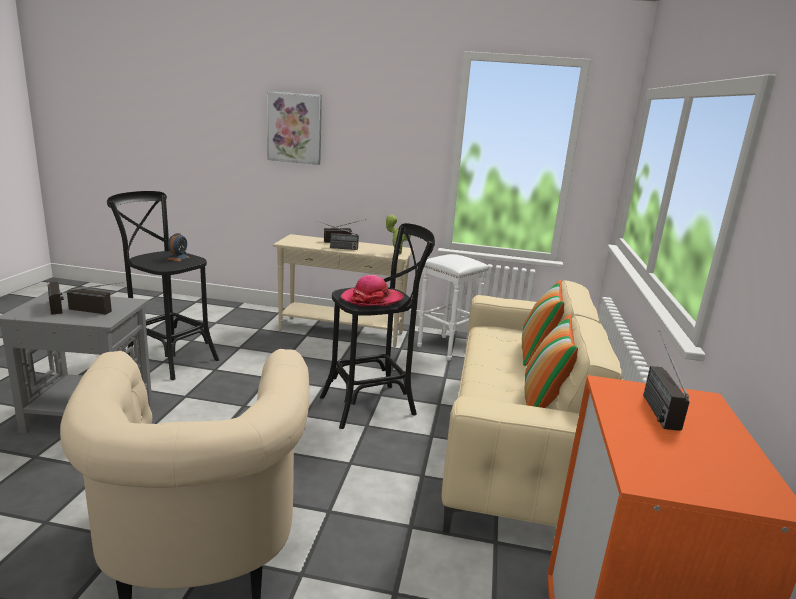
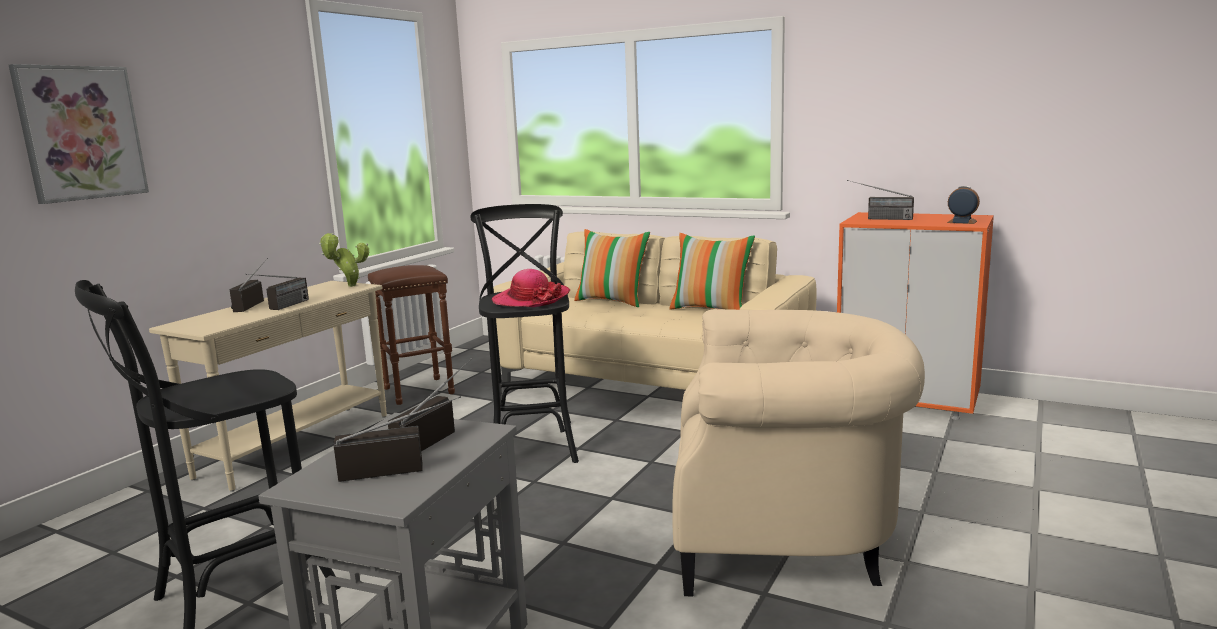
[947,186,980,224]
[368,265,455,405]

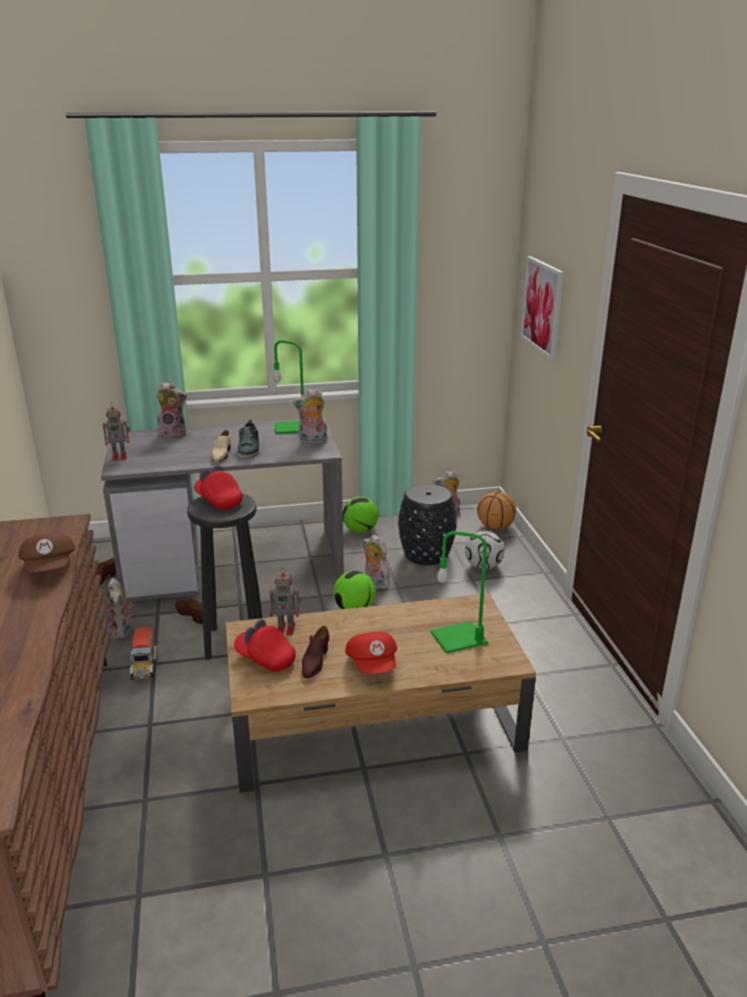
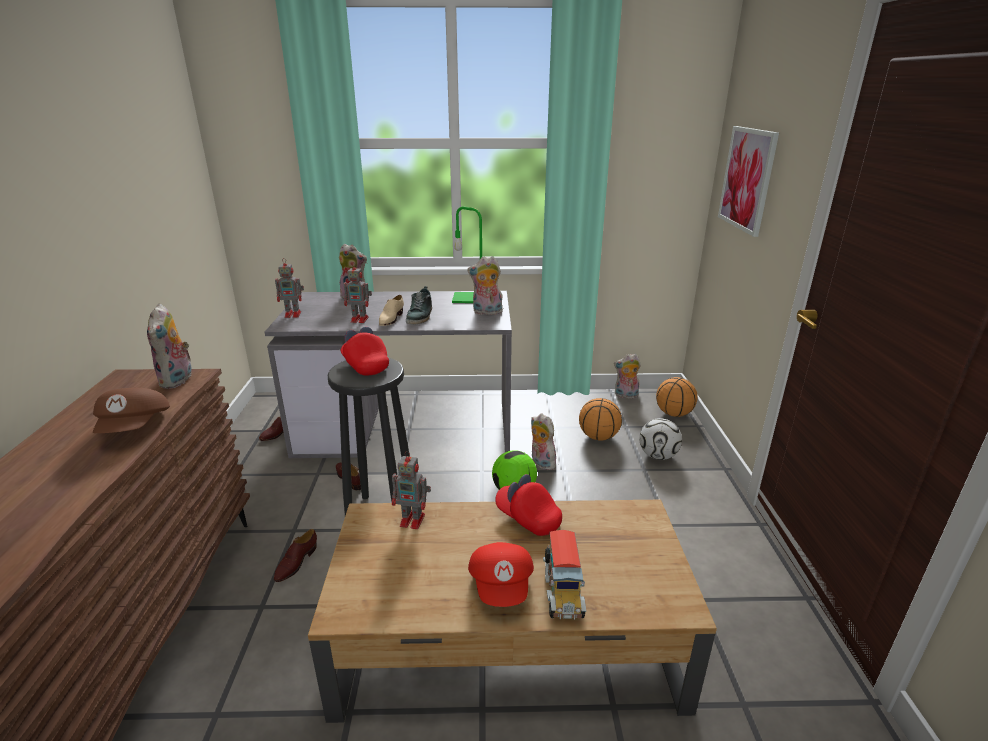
[147,304,192,389]
[543,530,587,620]
[495,474,562,536]
[274,529,317,582]
[343,497,379,533] (first image)
[579,398,622,441]
[431,531,488,653] (first image)
[344,264,372,323]

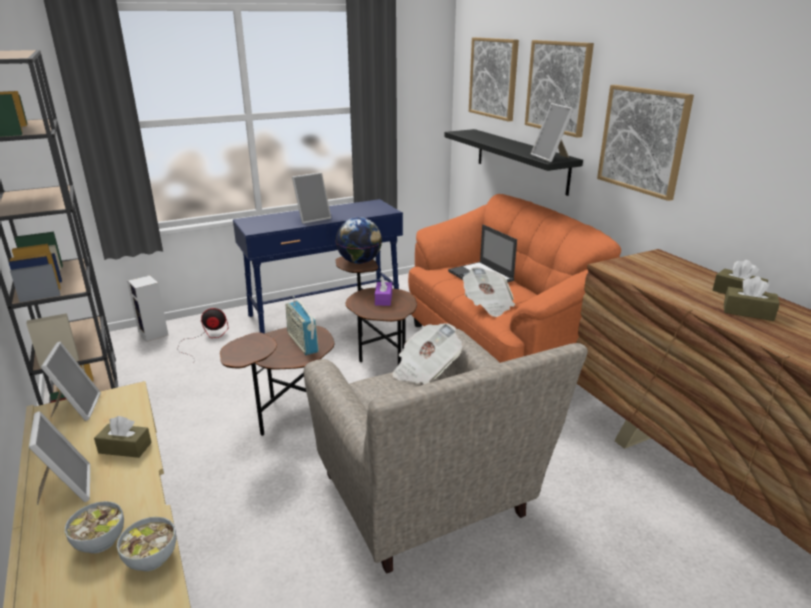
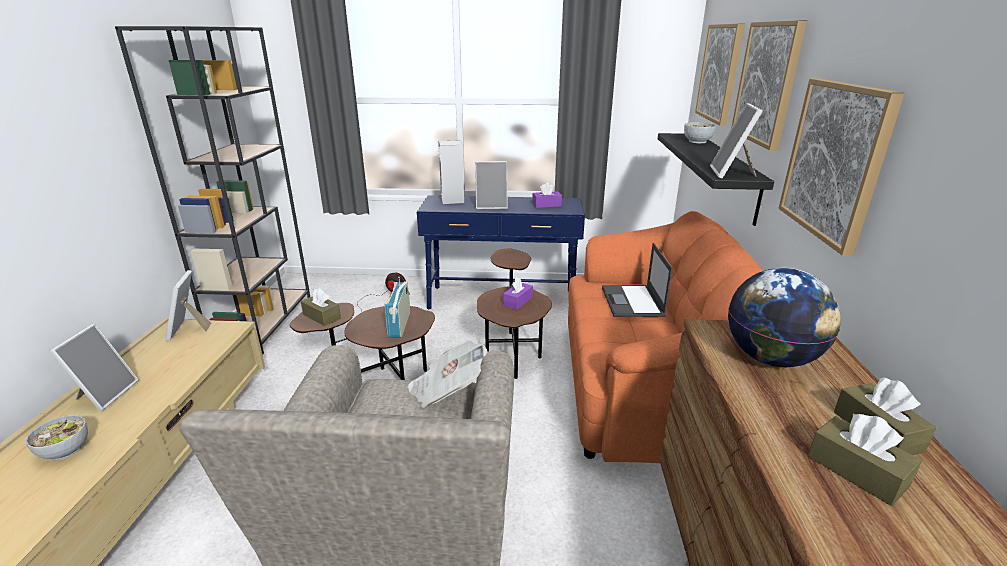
[165,270,211,341]
[301,288,341,326]
[684,122,716,143]
[438,140,464,204]
[728,268,841,367]
[463,267,515,317] (first image)
[532,182,562,208]

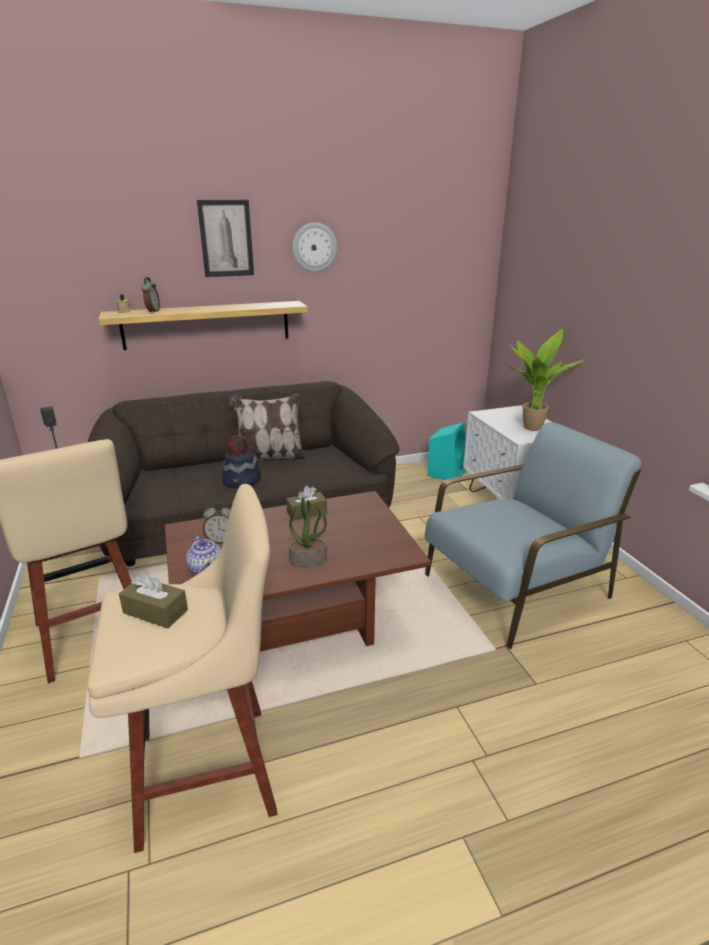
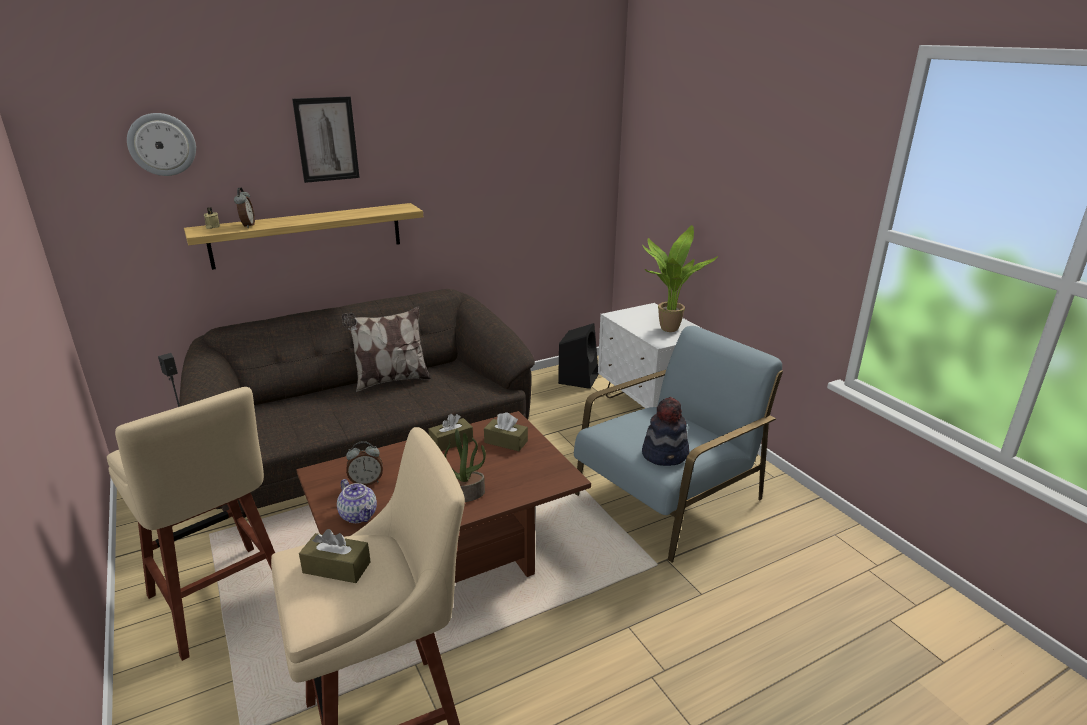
[642,397,689,466]
[127,113,196,176]
[558,323,599,389]
[484,412,528,451]

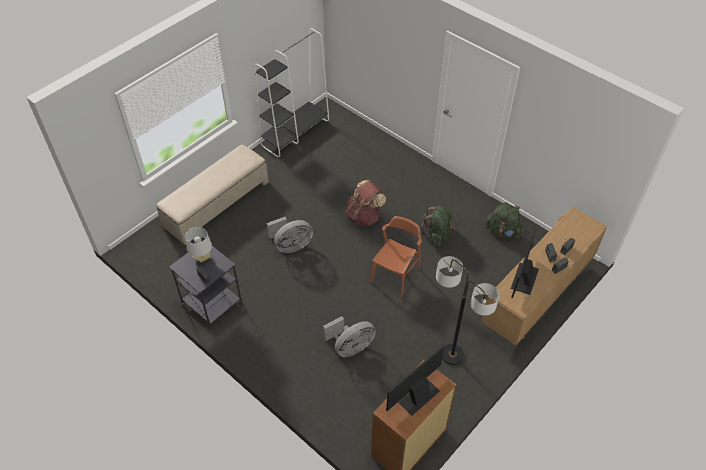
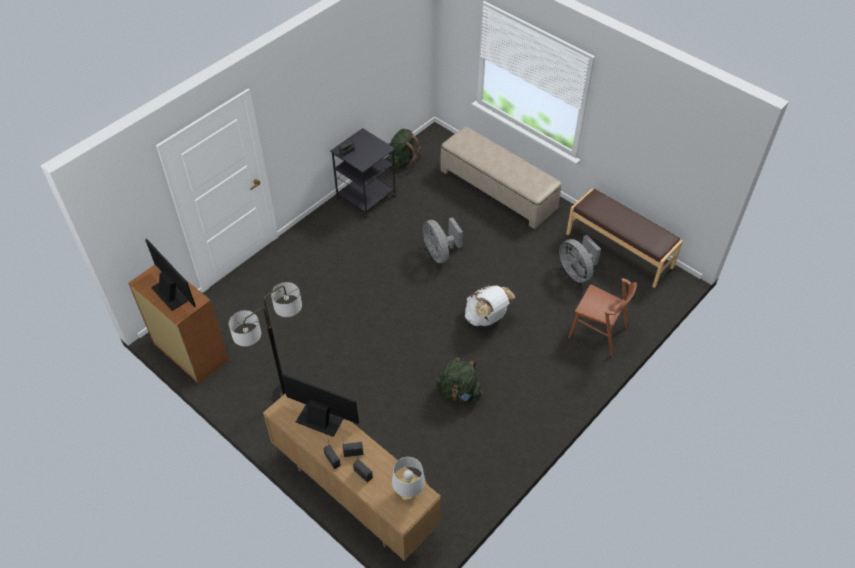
[392,457,425,500]
[566,189,683,288]
[559,235,601,283]
[465,285,515,326]
[568,278,637,356]
[388,129,422,169]

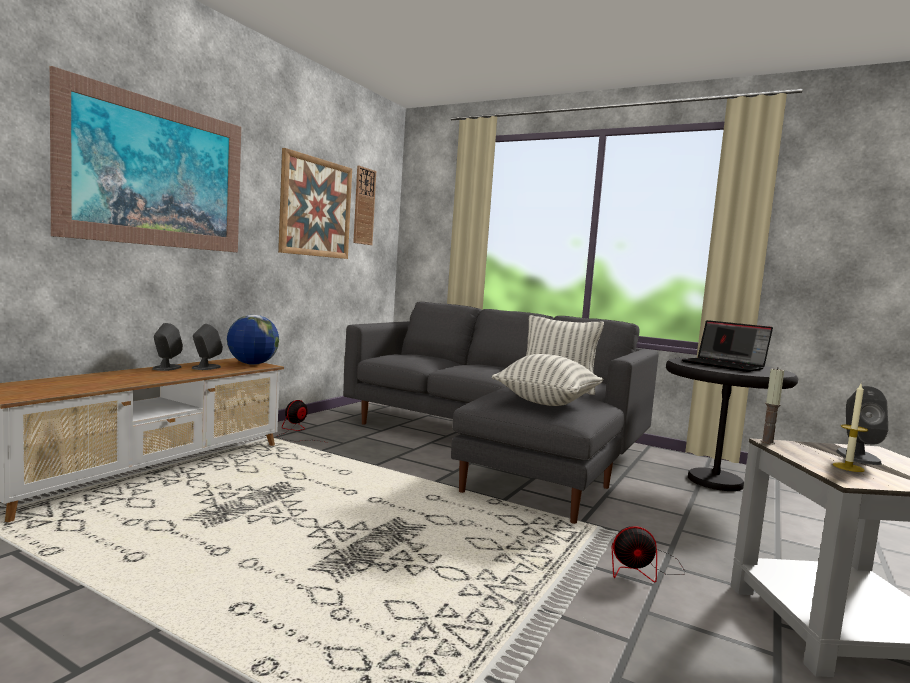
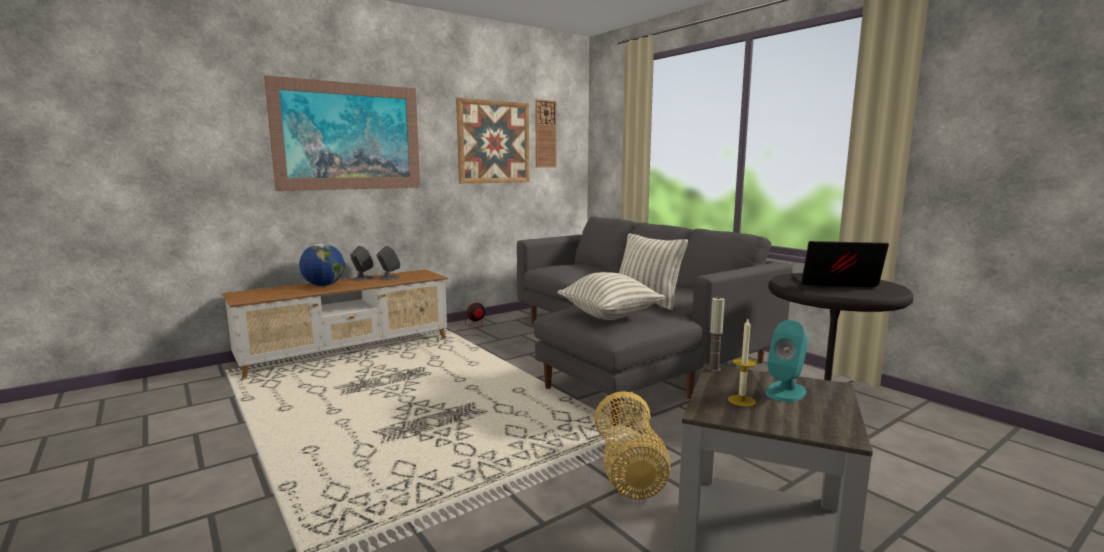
[299,244,345,286]
[594,391,671,500]
[791,241,889,287]
[765,320,808,402]

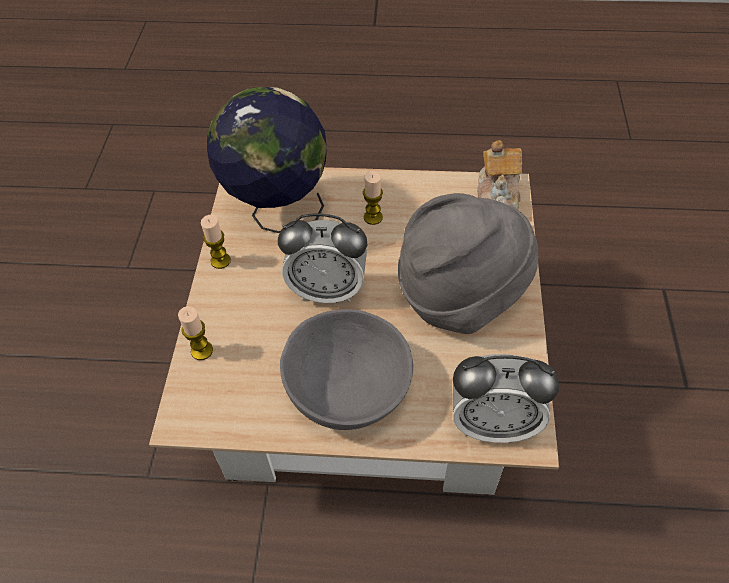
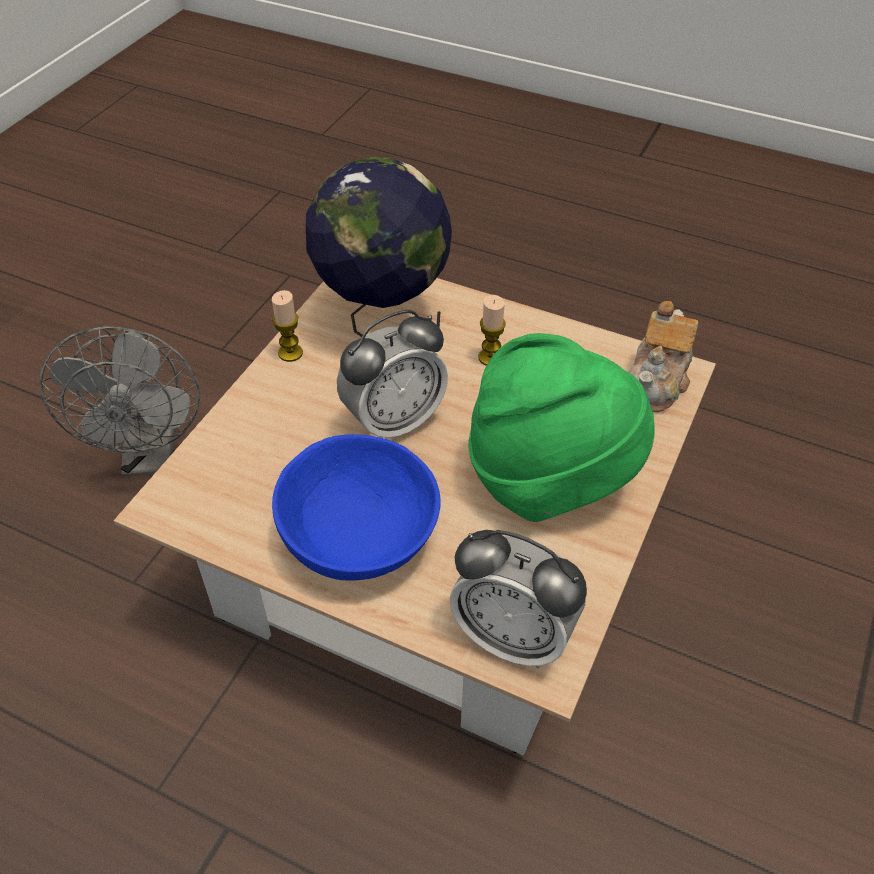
[178,306,213,360] (first image)
[337,310,448,438]
[272,434,441,581]
[468,333,655,522]
[40,326,200,477]

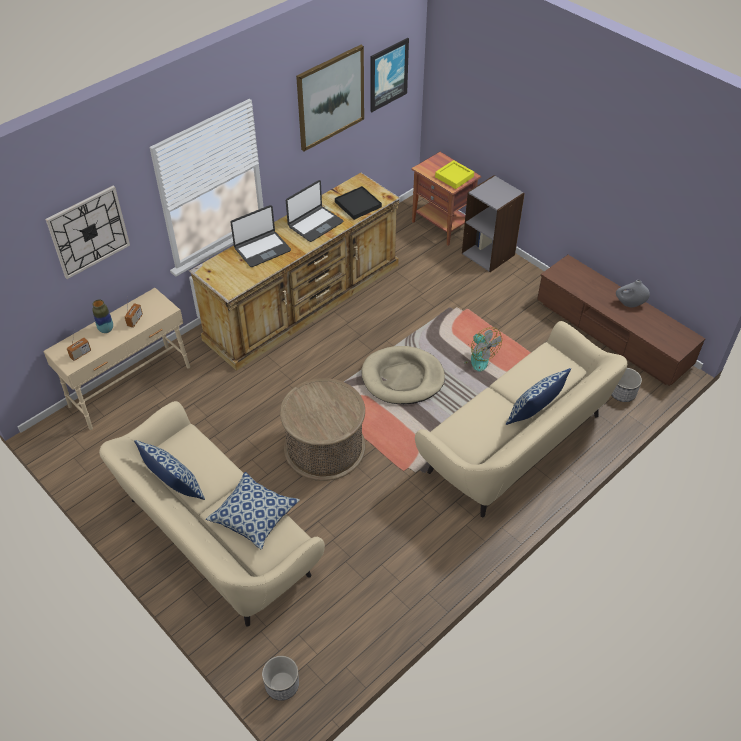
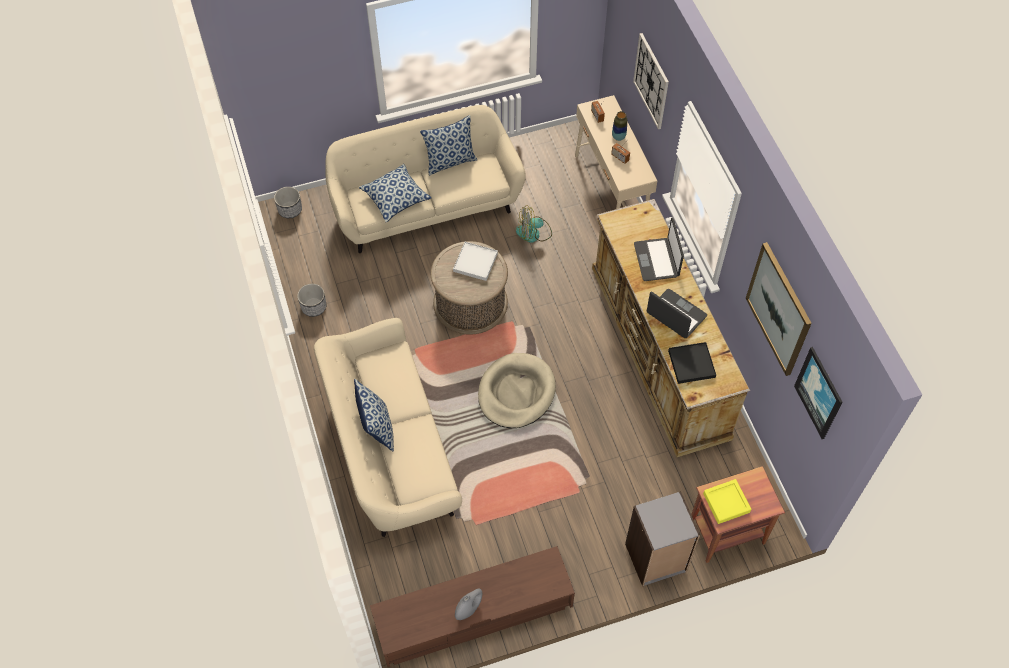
[647,289,707,338]
[516,205,552,243]
[297,284,326,317]
[453,242,498,281]

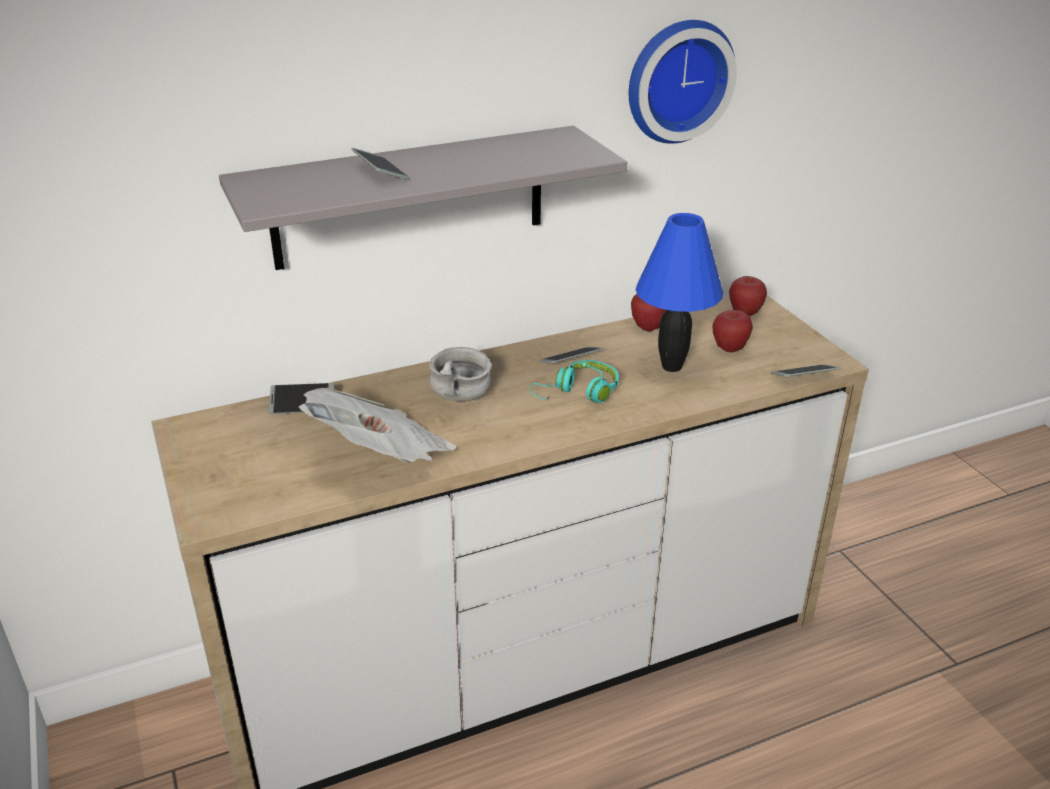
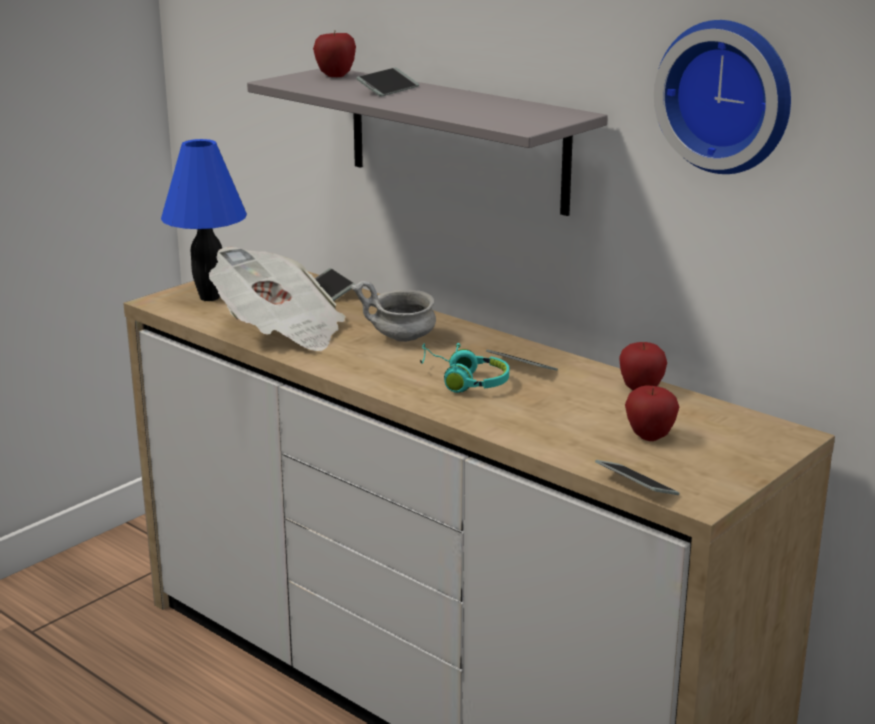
[161,139,247,301]
[313,31,356,77]

